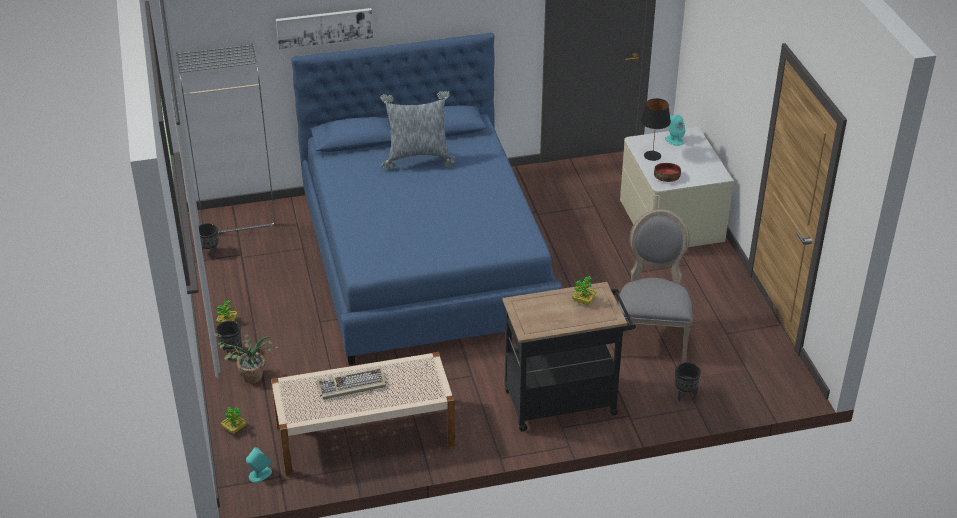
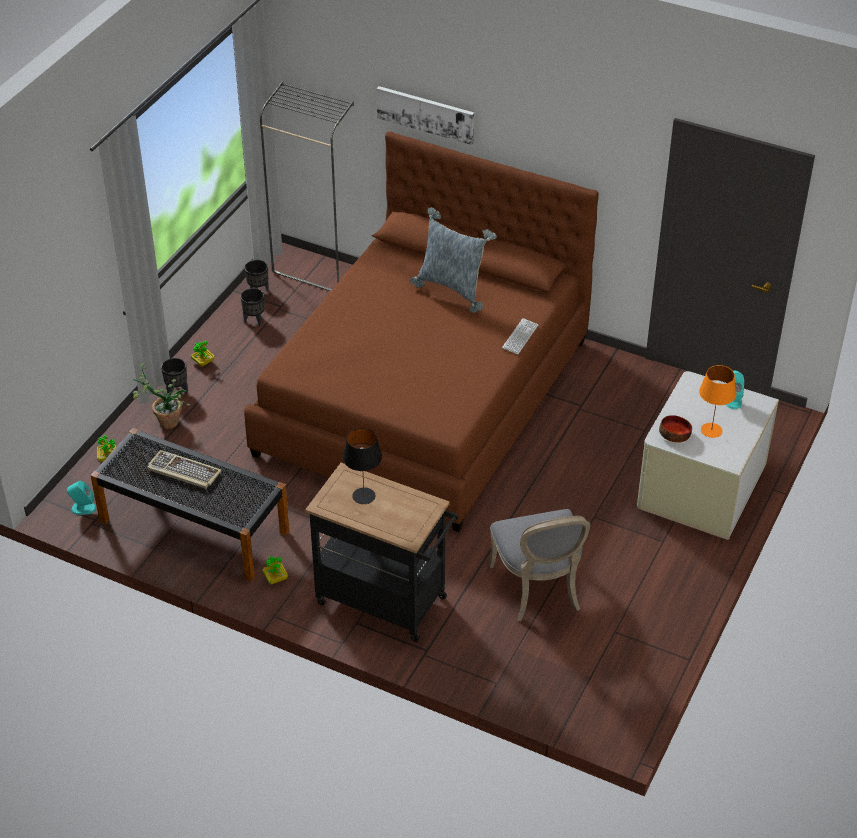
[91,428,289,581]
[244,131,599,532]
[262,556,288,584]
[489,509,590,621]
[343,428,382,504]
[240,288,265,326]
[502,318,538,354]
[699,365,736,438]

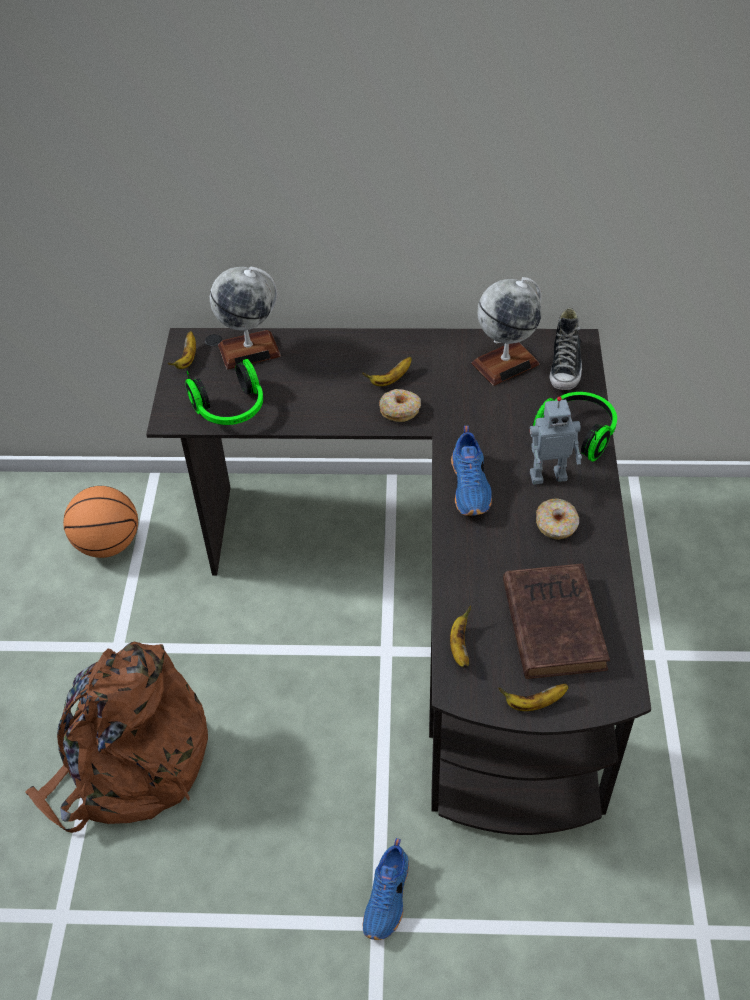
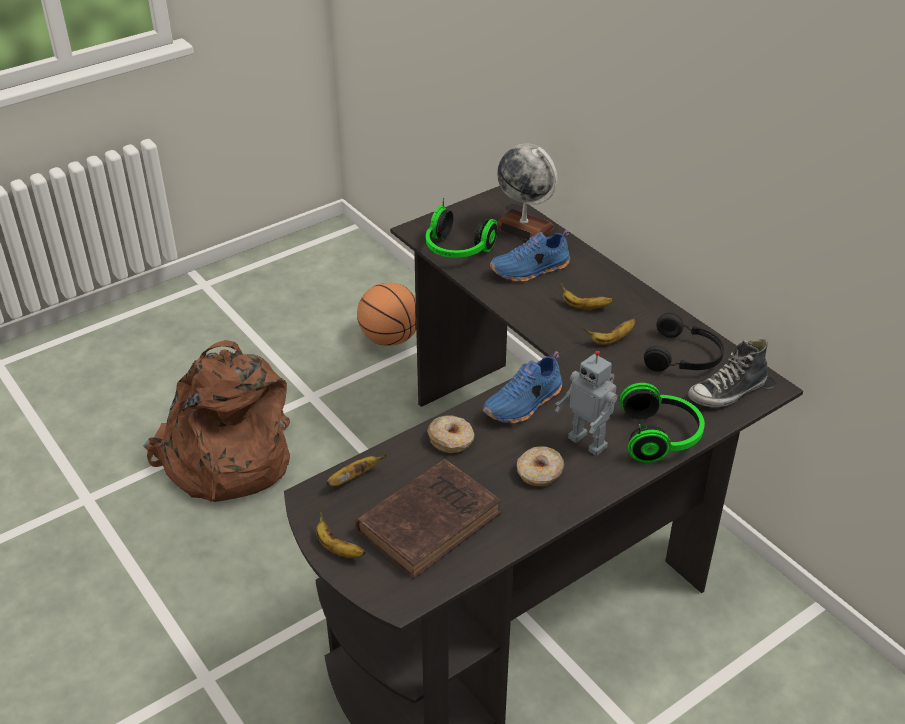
[583,319,635,345]
[490,230,570,282]
[427,415,474,453]
[644,313,724,372]

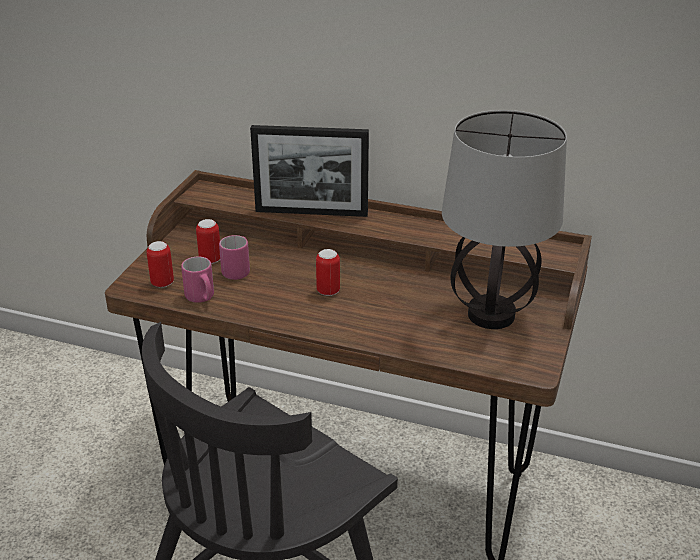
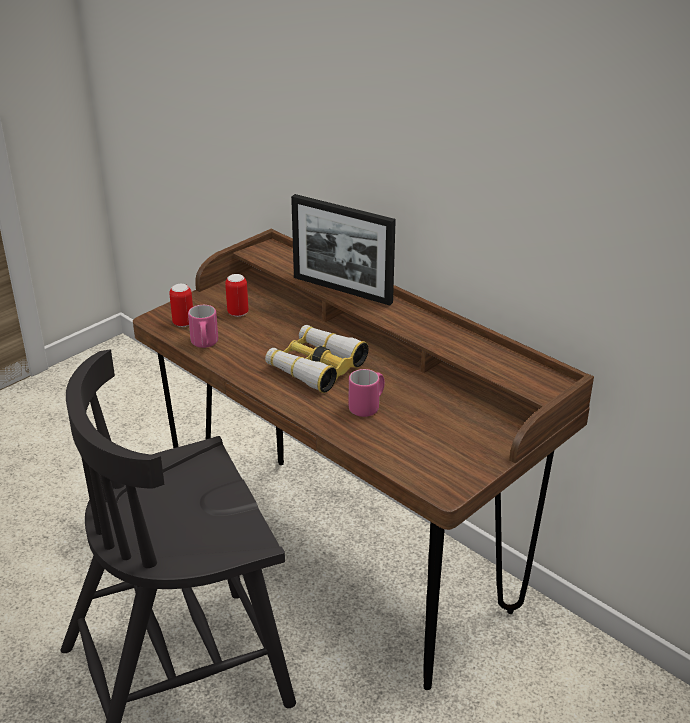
[349,369,385,417]
[265,325,369,393]
[442,110,567,329] (first image)

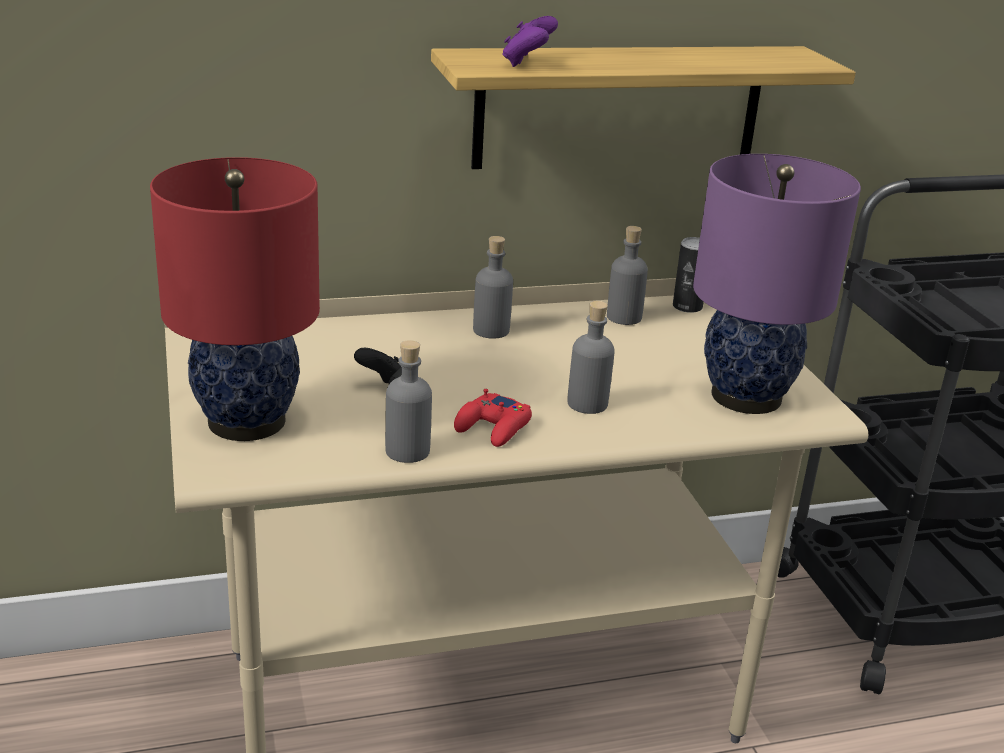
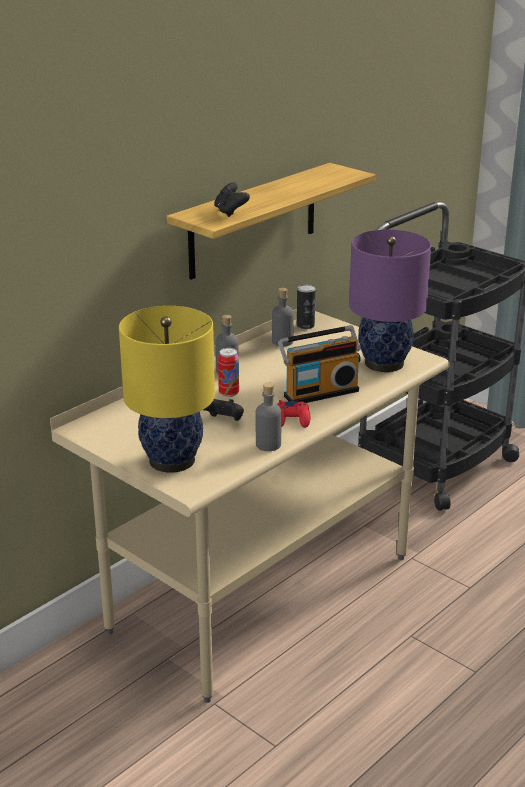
[119,306,215,473]
[214,182,250,217]
[278,325,361,403]
[218,348,239,397]

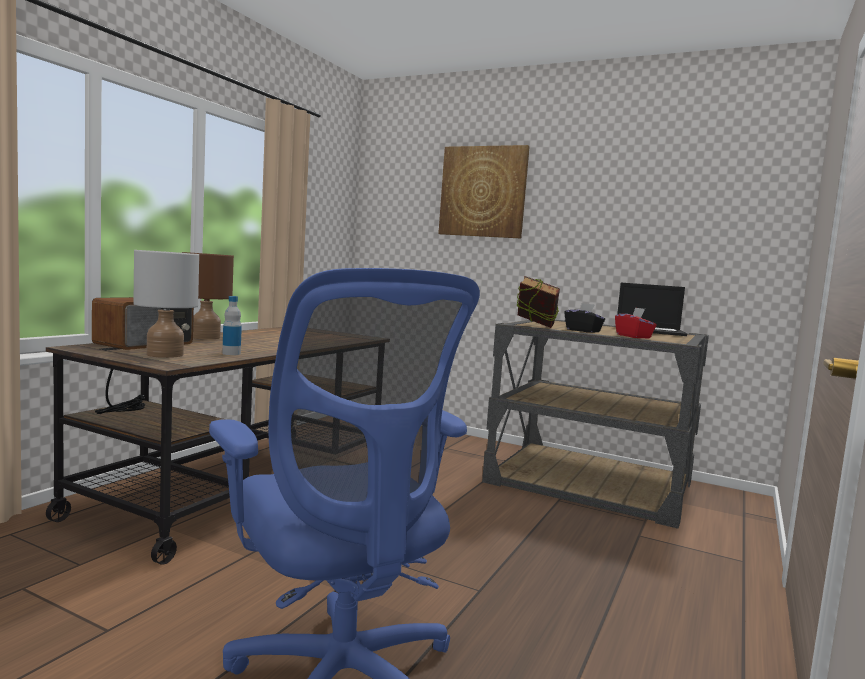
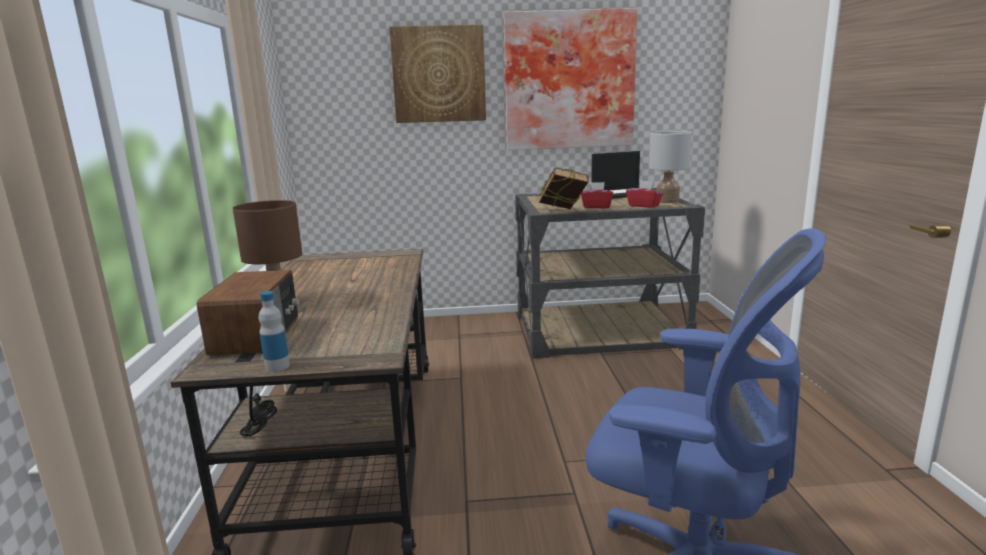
[649,131,692,203]
[259,291,290,372]
[581,182,613,208]
[503,8,637,150]

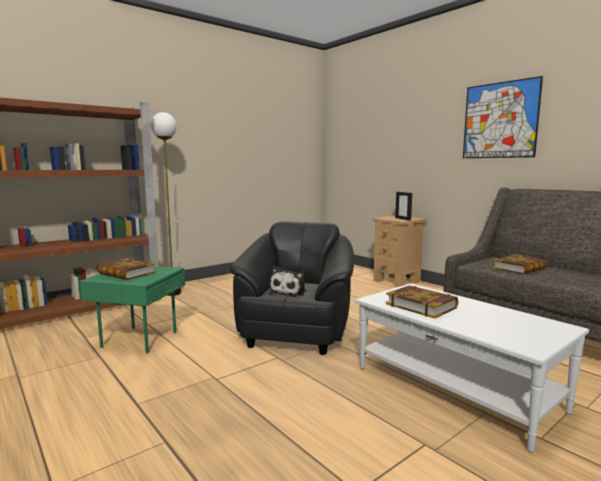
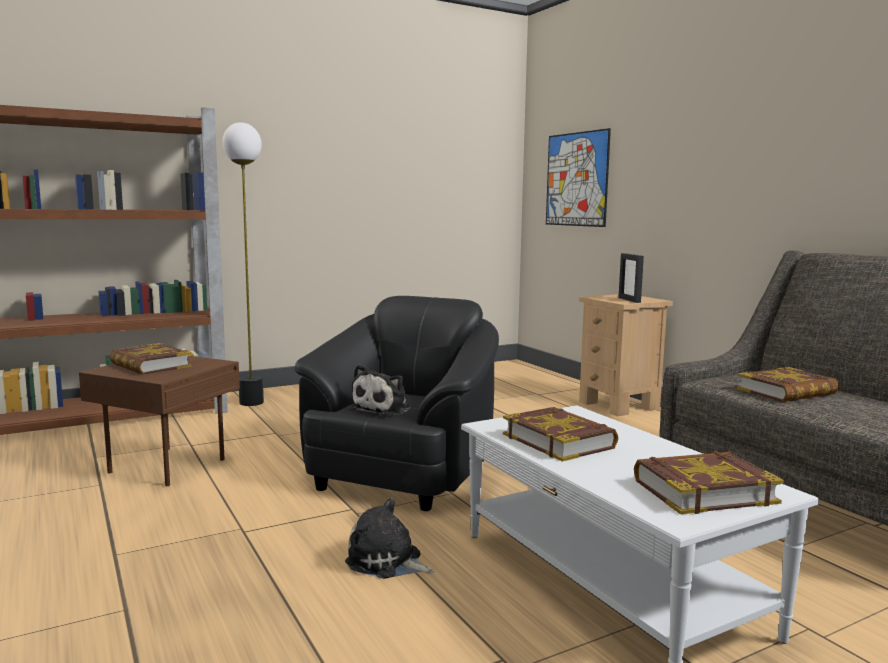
[79,356,240,486]
[546,128,611,227]
[345,498,435,579]
[634,452,784,514]

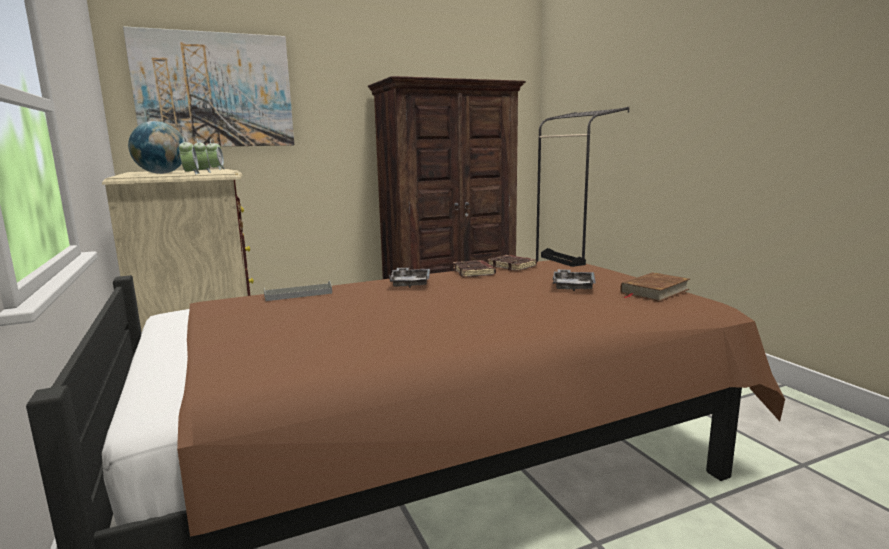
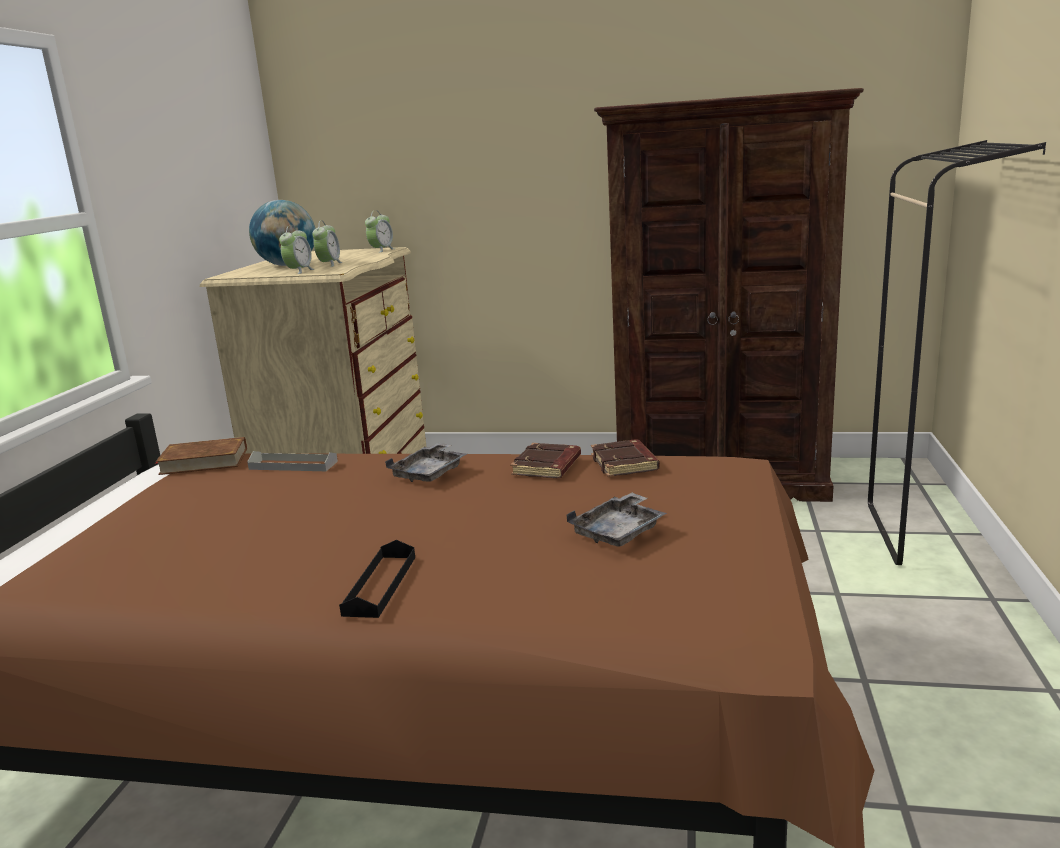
[123,26,294,147] (first image)
[339,540,415,618]
[154,437,247,475]

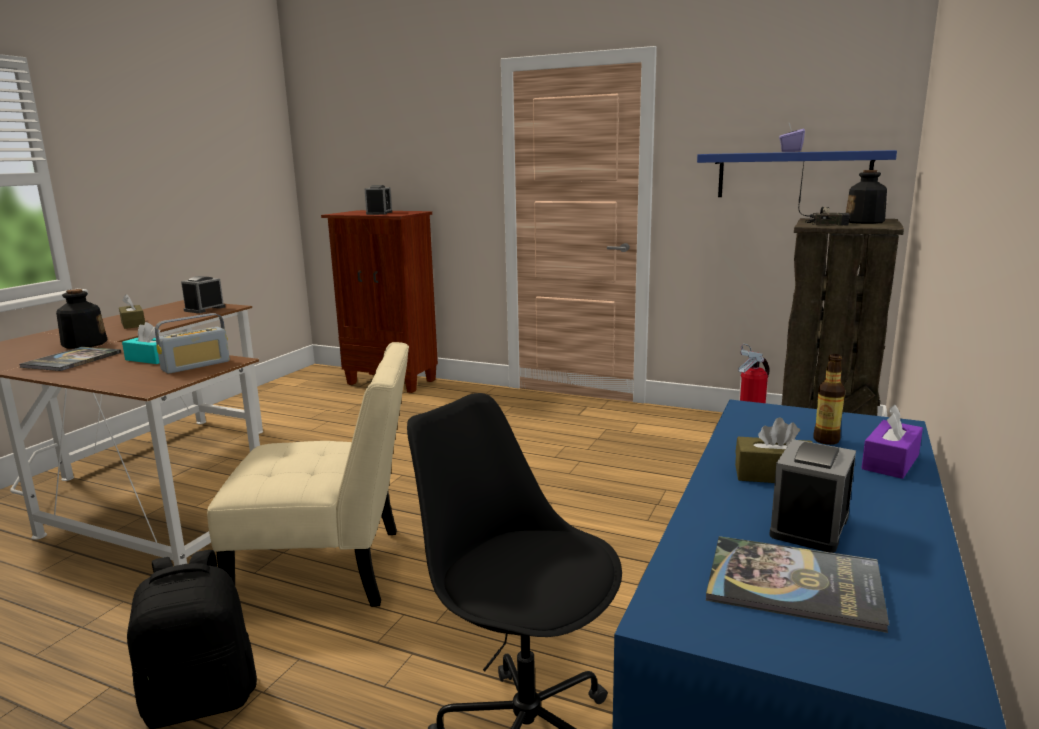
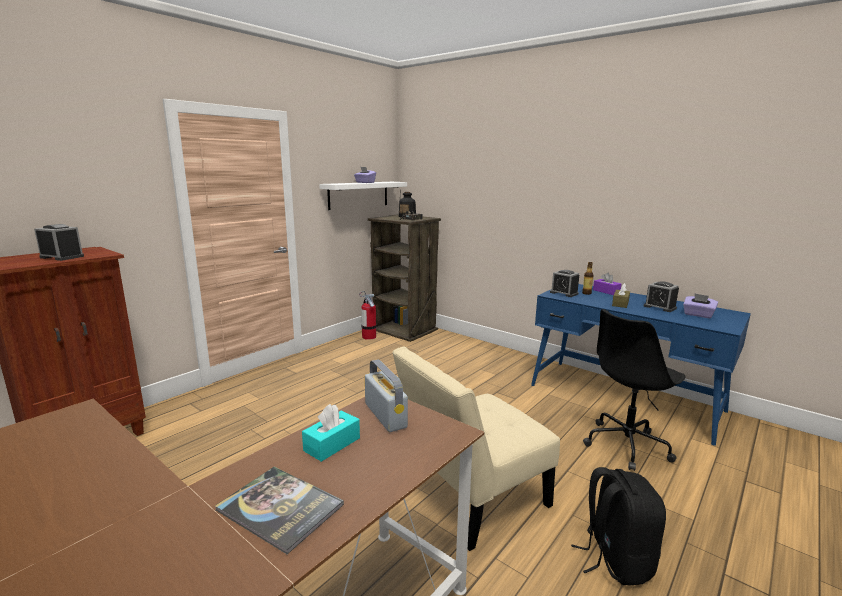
[56,289,108,349] (first image)
[119,294,145,329] (first image)
[550,270,579,297]
[392,347,560,551]
[319,182,407,210]
[683,294,718,318]

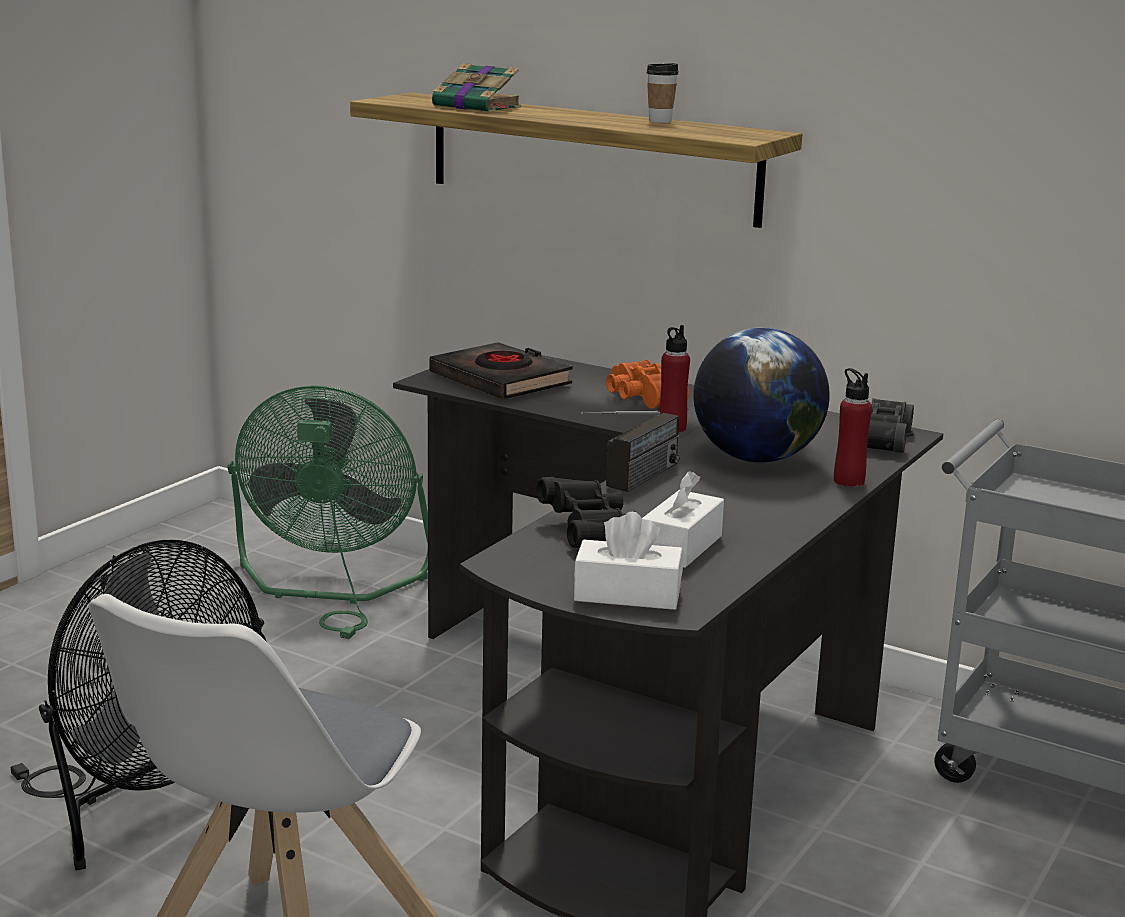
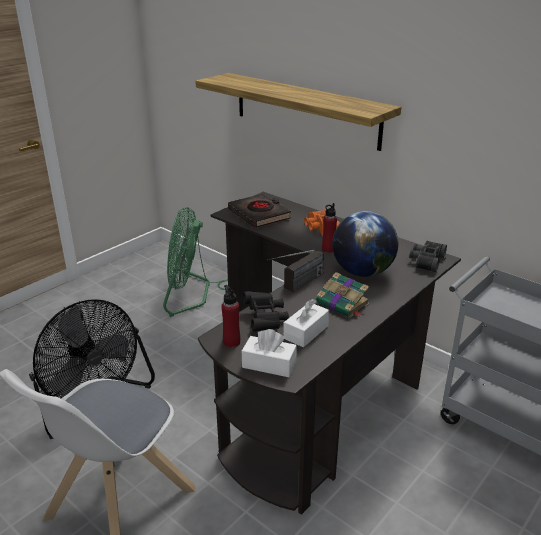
[163,207,228,317]
[316,272,369,318]
[646,63,679,123] (first image)
[222,285,240,348]

